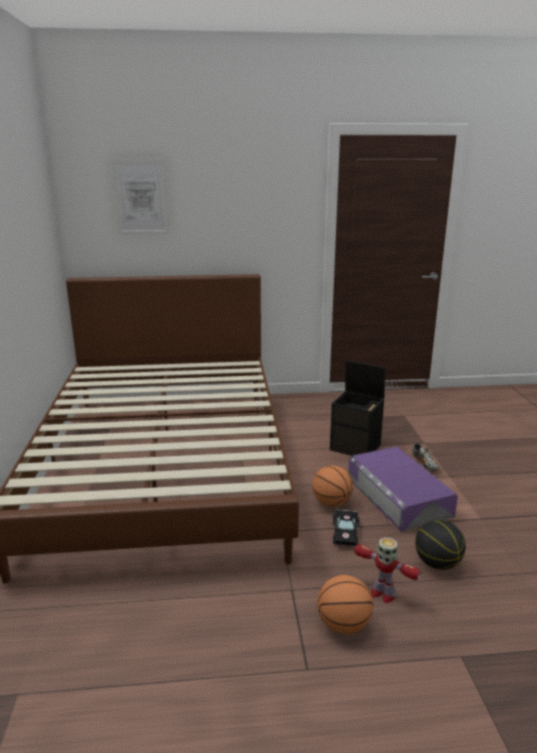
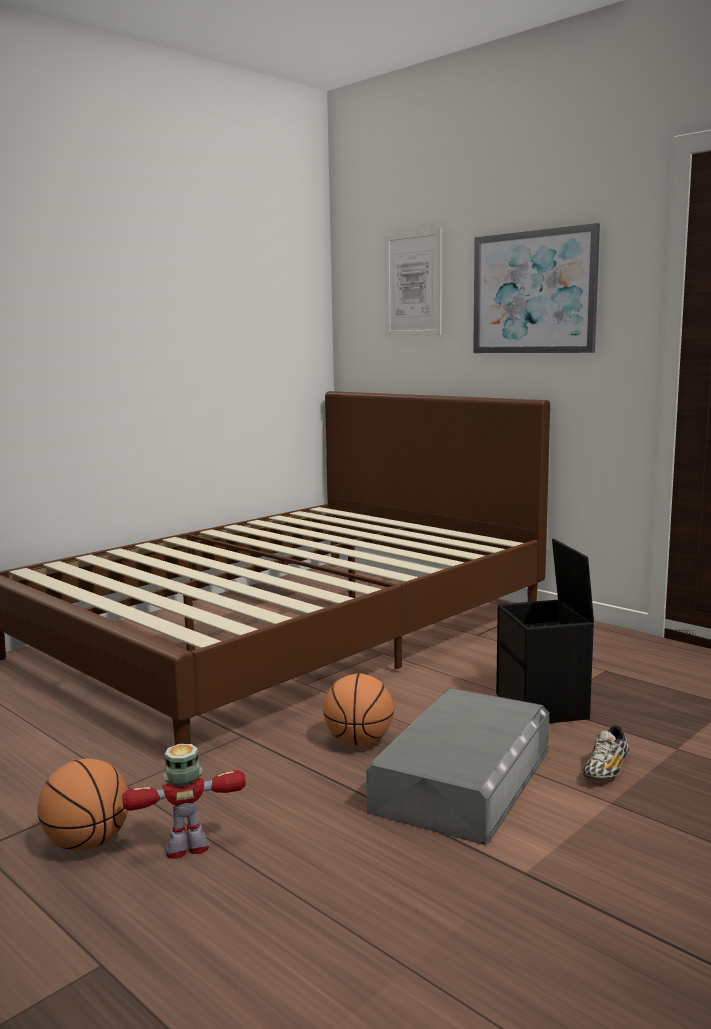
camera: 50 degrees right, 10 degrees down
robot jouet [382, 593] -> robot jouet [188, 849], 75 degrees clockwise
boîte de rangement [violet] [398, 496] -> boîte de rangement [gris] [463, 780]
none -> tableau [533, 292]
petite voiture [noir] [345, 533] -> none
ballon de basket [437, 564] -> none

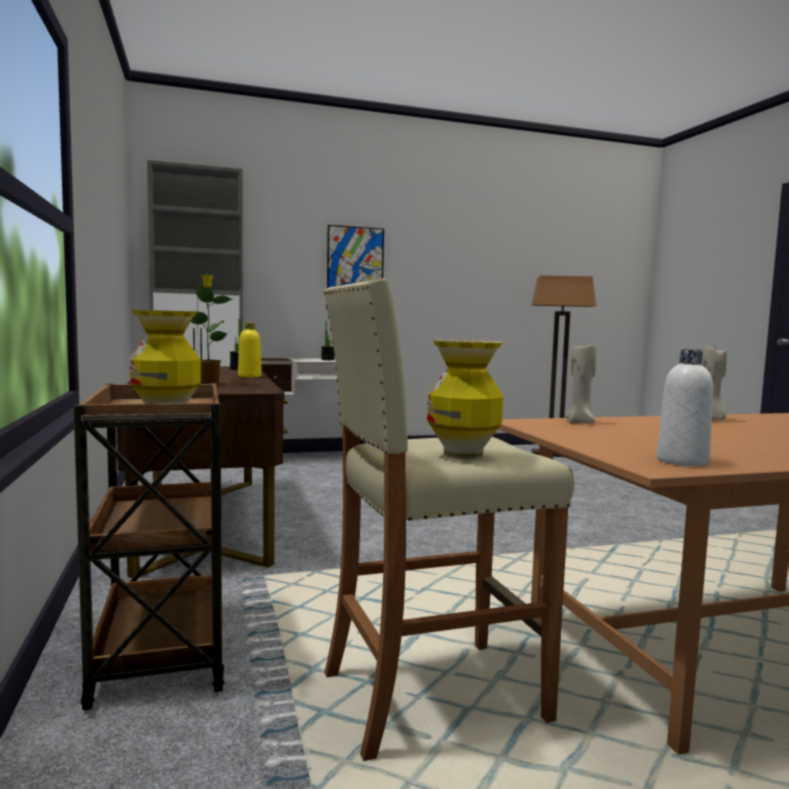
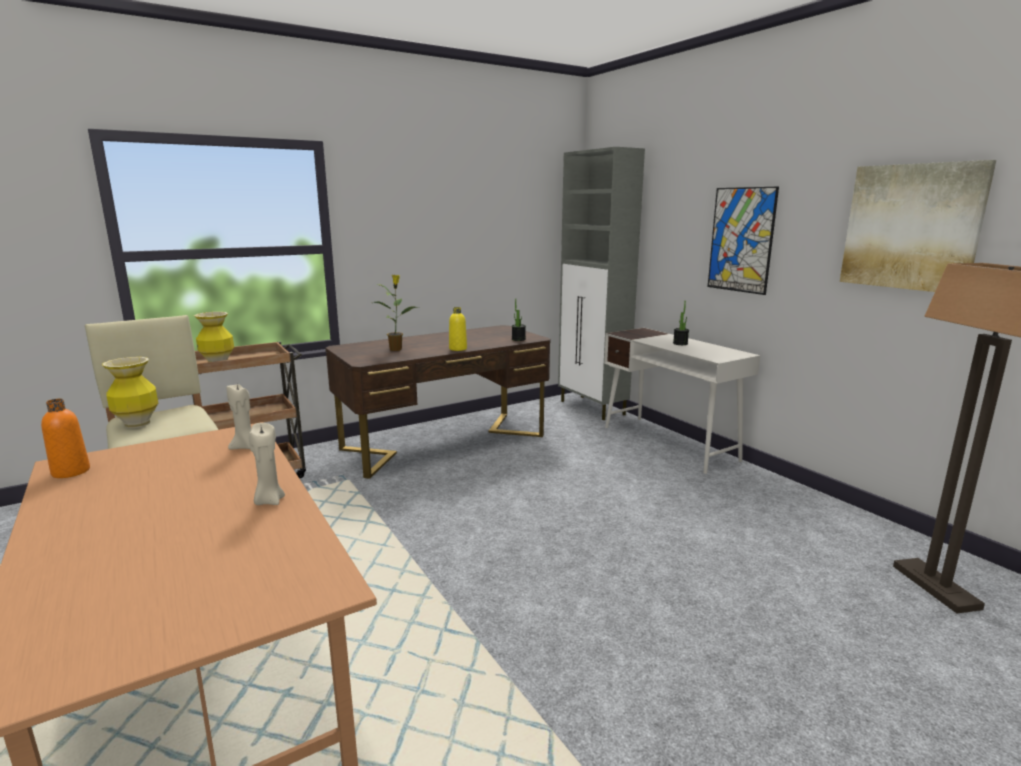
camera: 75 degrees right, 10 degrees up
bouteille [blanc] [682, 461] -> bouteille [orange] [71, 472]
none -> tableau [911, 227]

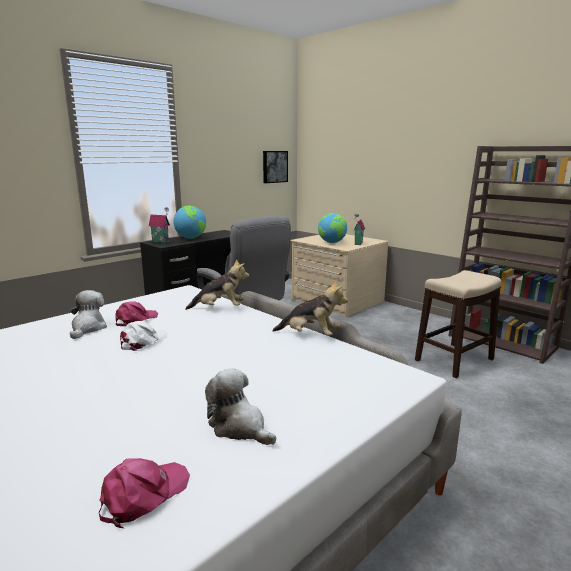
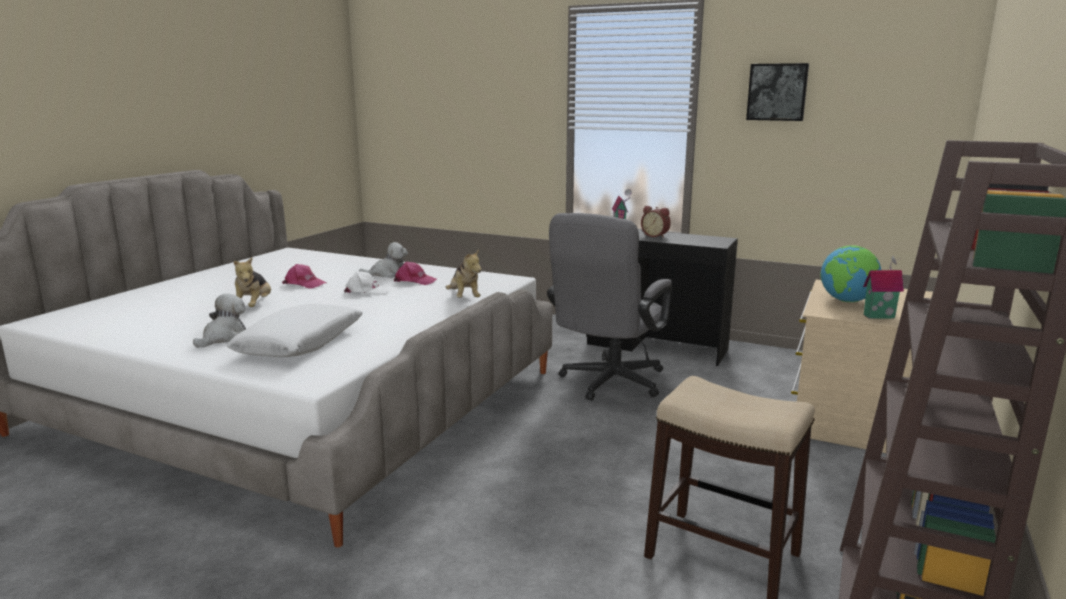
camera: 70 degrees right, 0 degrees up
none -> coussin [blanc] [300, 343]
peluche [310, 335] -> peluche [254, 306], move
casquette [rose] [143, 495] -> casquette [rose] [304, 284], move
globe [191, 238] -> réveil [655, 235]
tableau [274, 166] -> tableau [777, 92], move

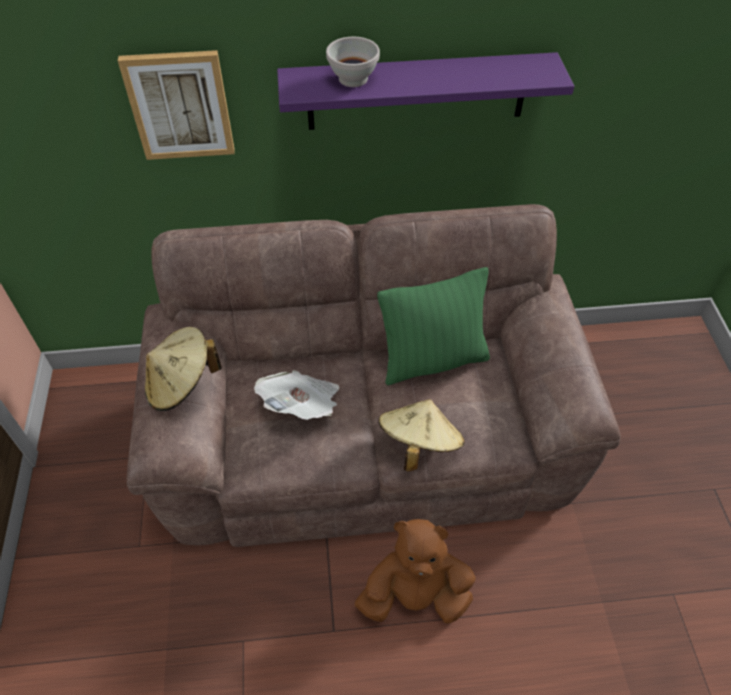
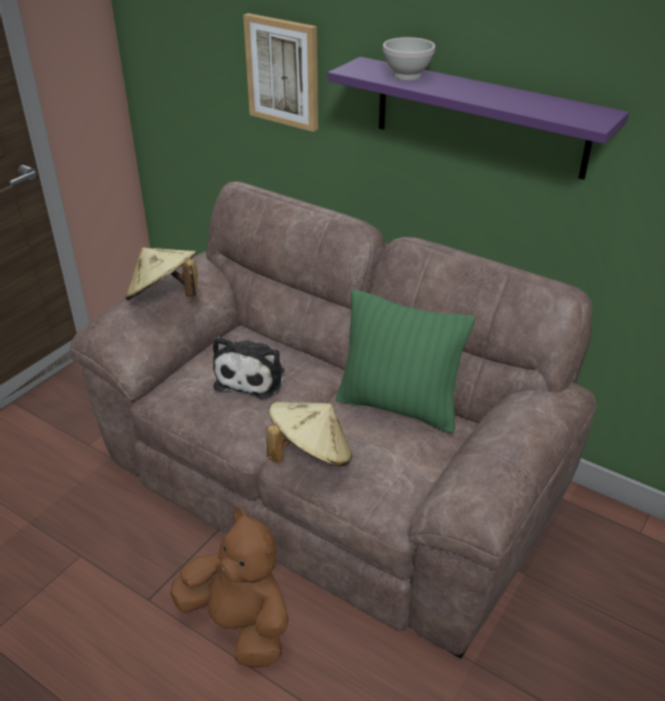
camera: 40 degrees right, 15 degrees down
journal [302, 406] -> peluche [252, 377]

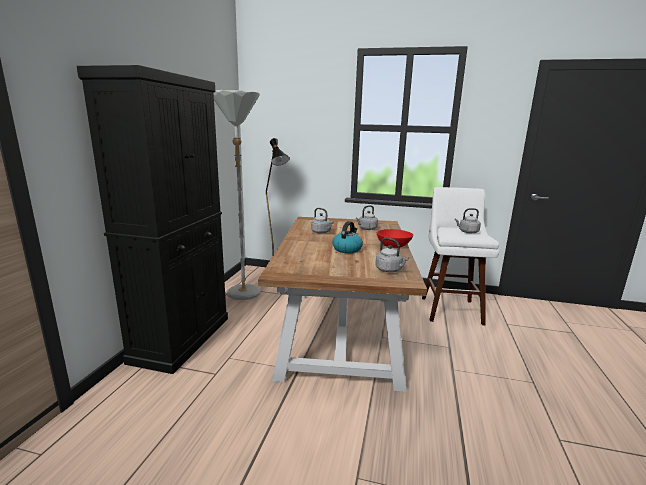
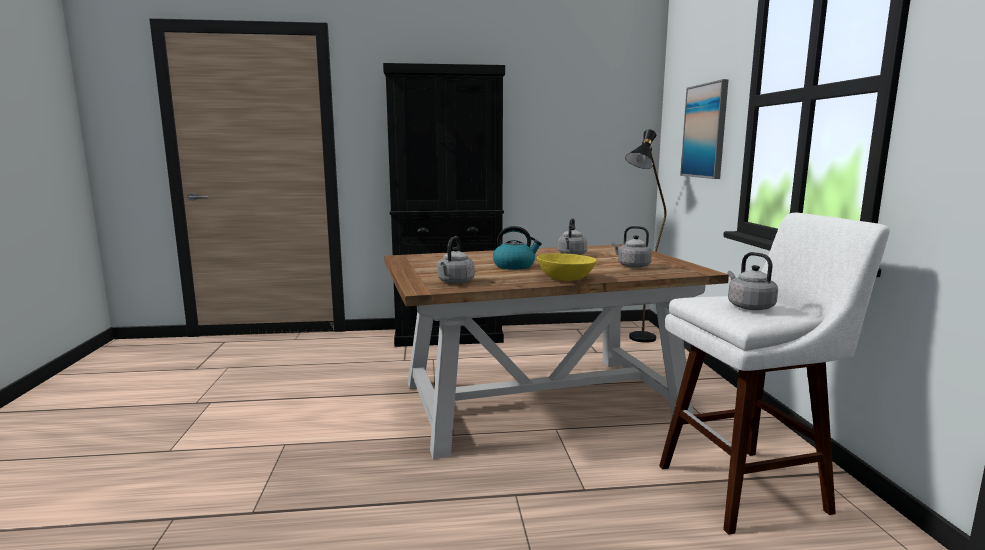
camera: 70 degrees right, 5 degrees down
bol [rouge] [394, 246] -> bol [jaune] [565, 279]
none -> tableau [705, 131]
lampadaire [gris] [243, 296] -> none

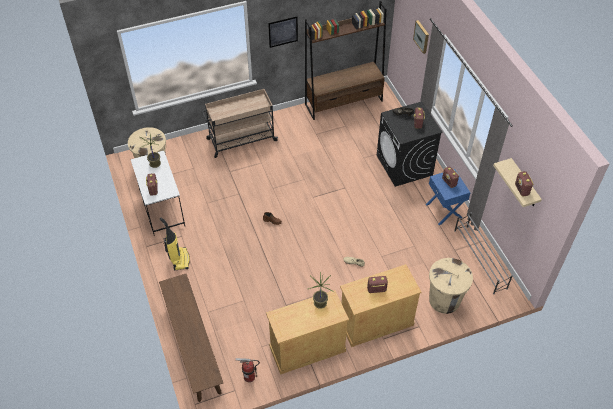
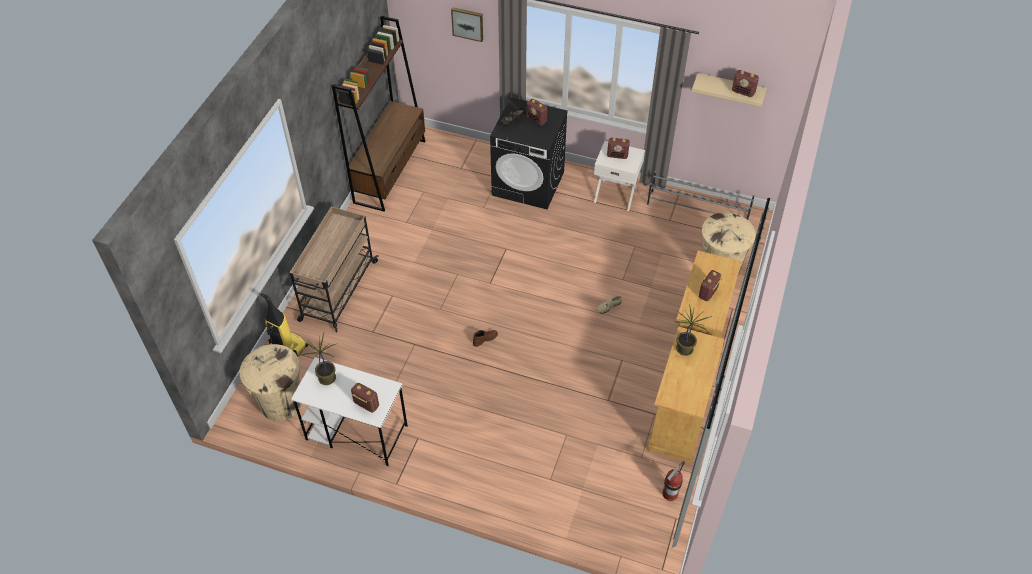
camera: 50 degrees left, 0 degrees up
aspirateur [179, 259] -> aspirateur [288, 345], move
table de chevet [bleu] [444, 210] -> table de chevet [blanc] [616, 194]
banc [marron] [193, 346] -> none
tableau [283, 32] -> none

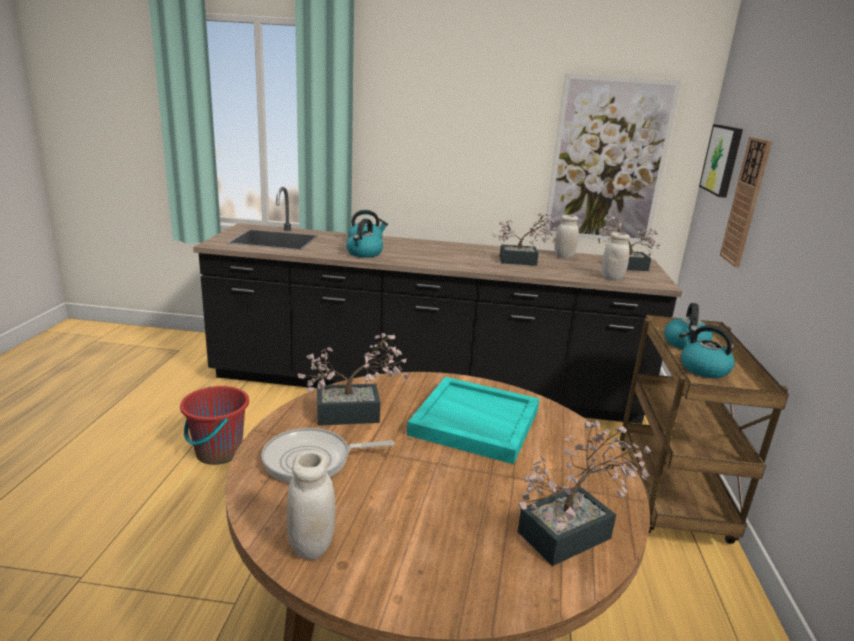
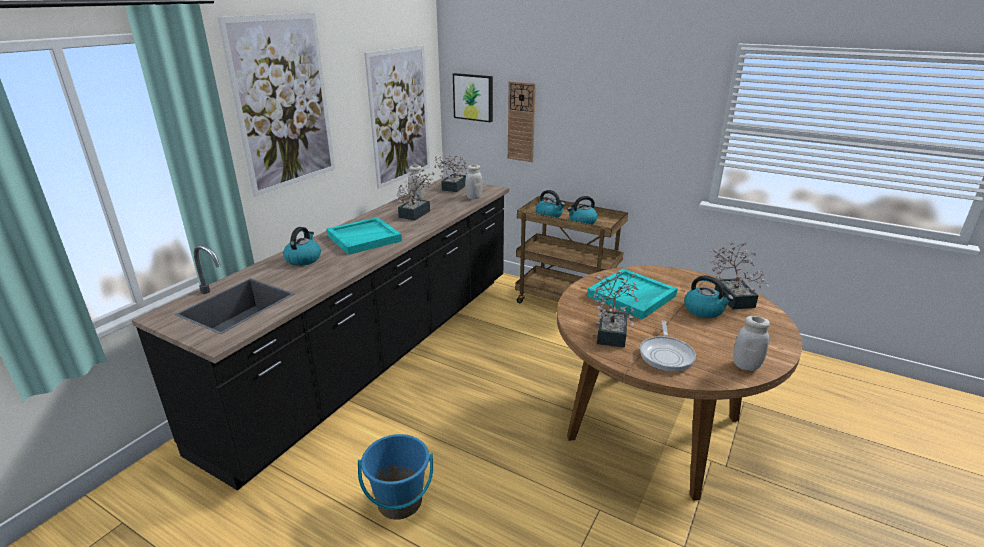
camera: 65 degrees left, 5 degrees up
none -> tableau [283, 103]
none -> plateau [turquoise] [364, 238]
seau [rouge] [218, 452] -> seau [bleu] [399, 502]
bouilloire [364, 253] -> bouilloire [704, 310], move

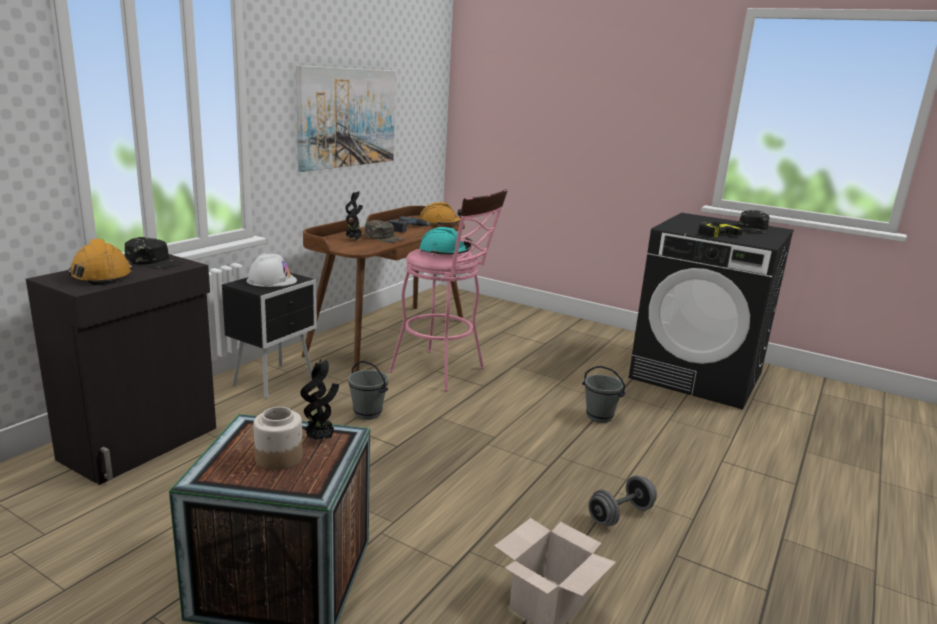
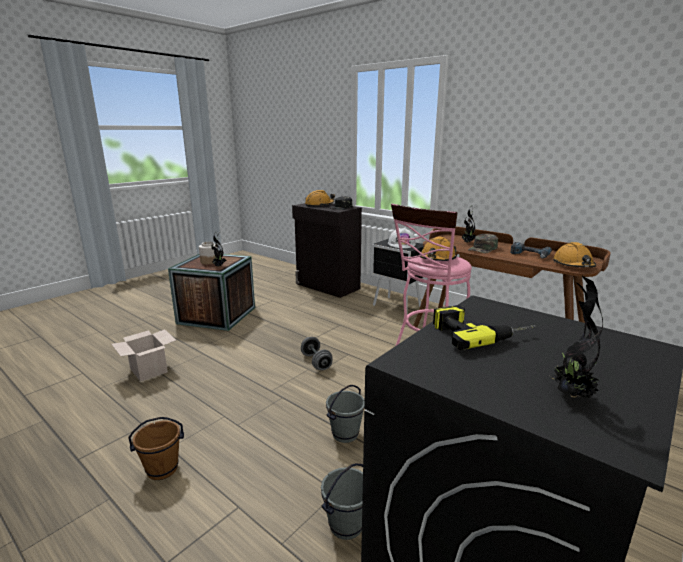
camera: 100 degrees right, 0 degrees up
none -> seau [marron] [162, 470]
haltère [gris] [620, 515] -> haltère [gris] [316, 362], move
seau [gris] [368, 413] -> seau [gris] [346, 525], move
casque de chantier [turquoise] [444, 252] -> casque de chantier [orange] [437, 259]
casquette [noir] [753, 229] -> plante en pot [570, 395]
tableau [347, 117] -> none

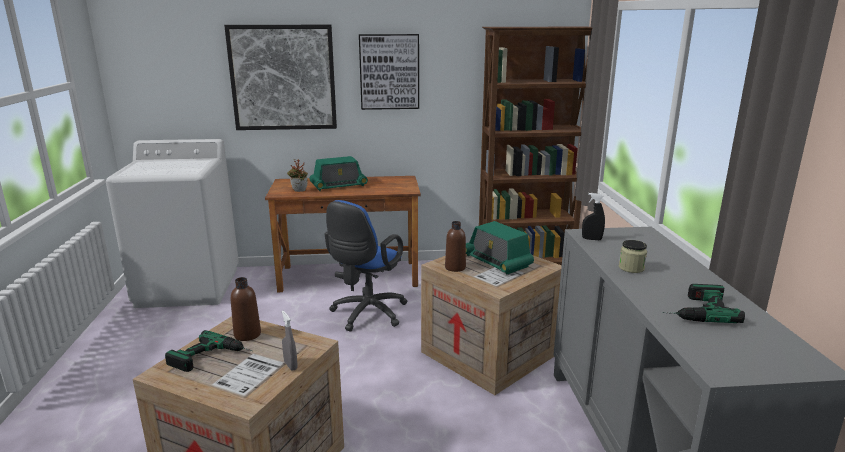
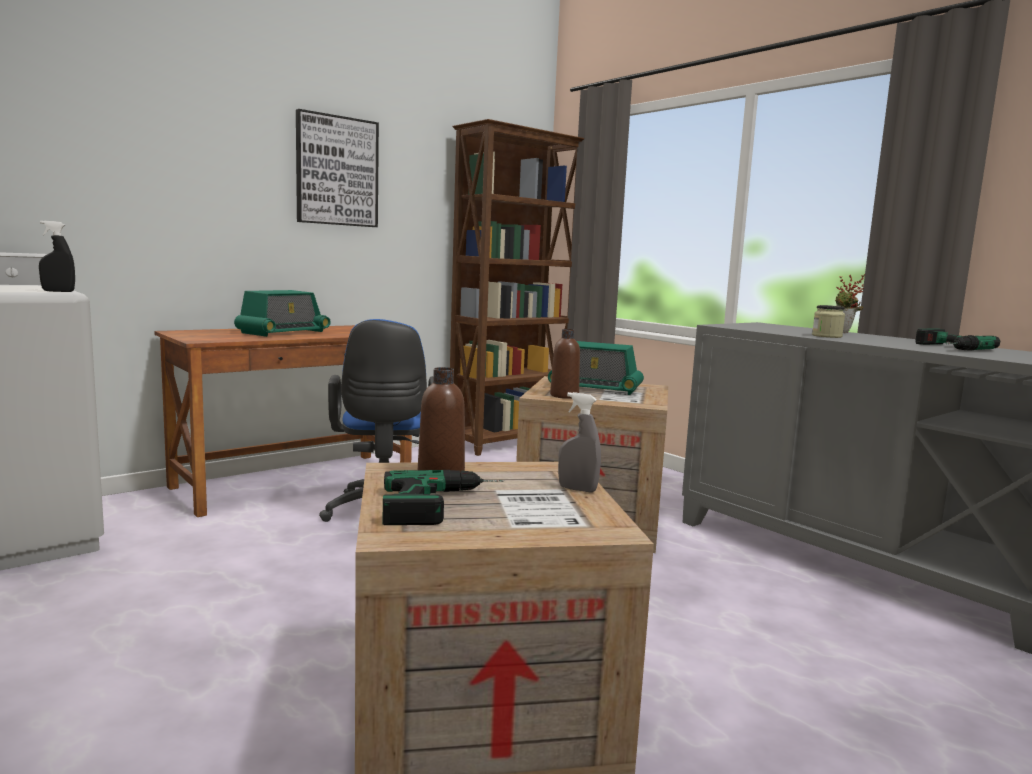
camera: 35 degrees left, 10 degrees down
vaporisateur [noir] [591, 239] -> vaporisateur [noir] [58, 291], move
plante en pot [299, 191] -> plante en pot [844, 333], move
tableau [283, 78] -> none

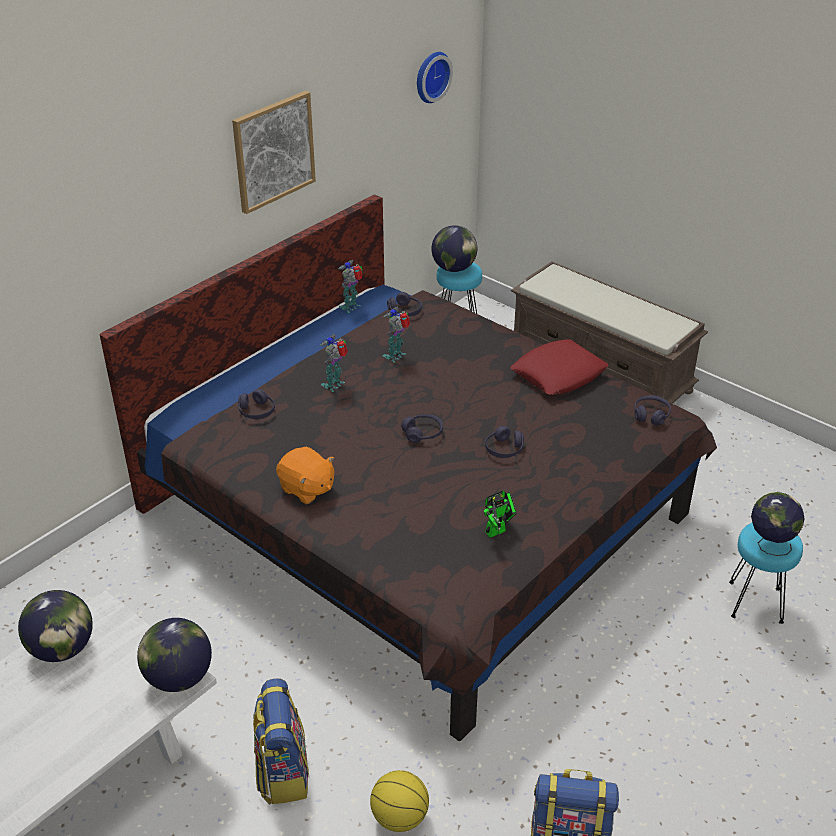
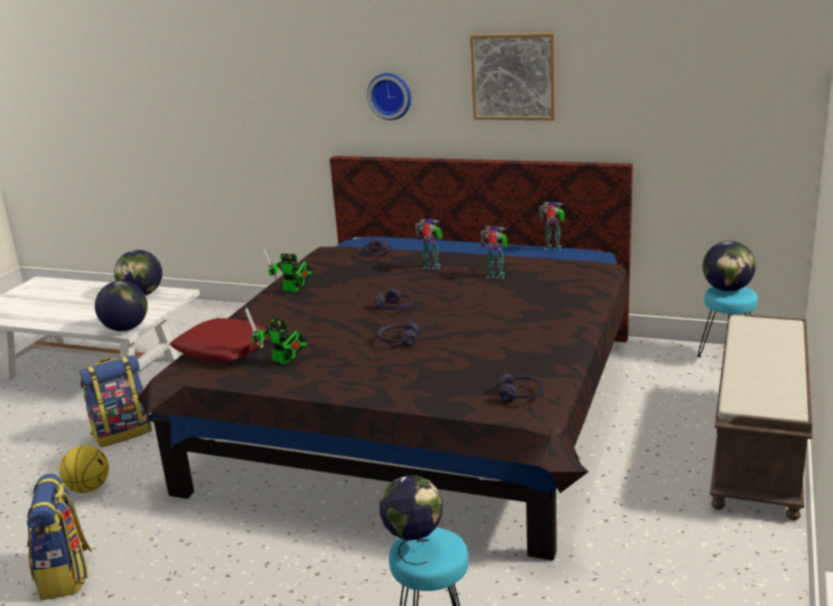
camera: 70 degrees right, 15 degrees down
coussin [rouge] [558, 374] -> coussin [rouge] [224, 348], move
peluche [orange] [307, 489] -> robot jouet [293, 290]
horloge murale [430, 76] -> horloge murale [390, 95], move
casque audio [violet] [405, 311] -> none

